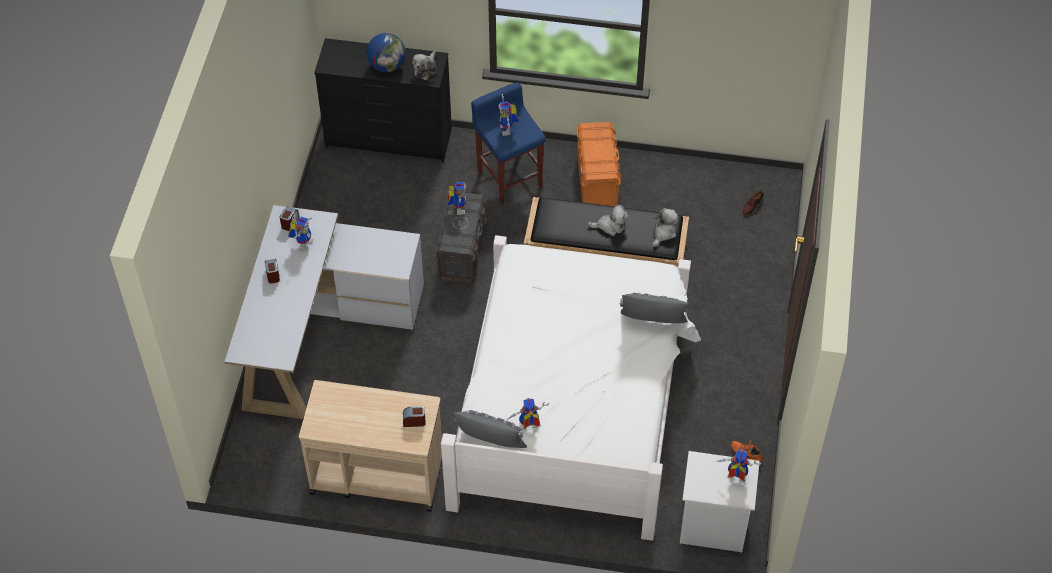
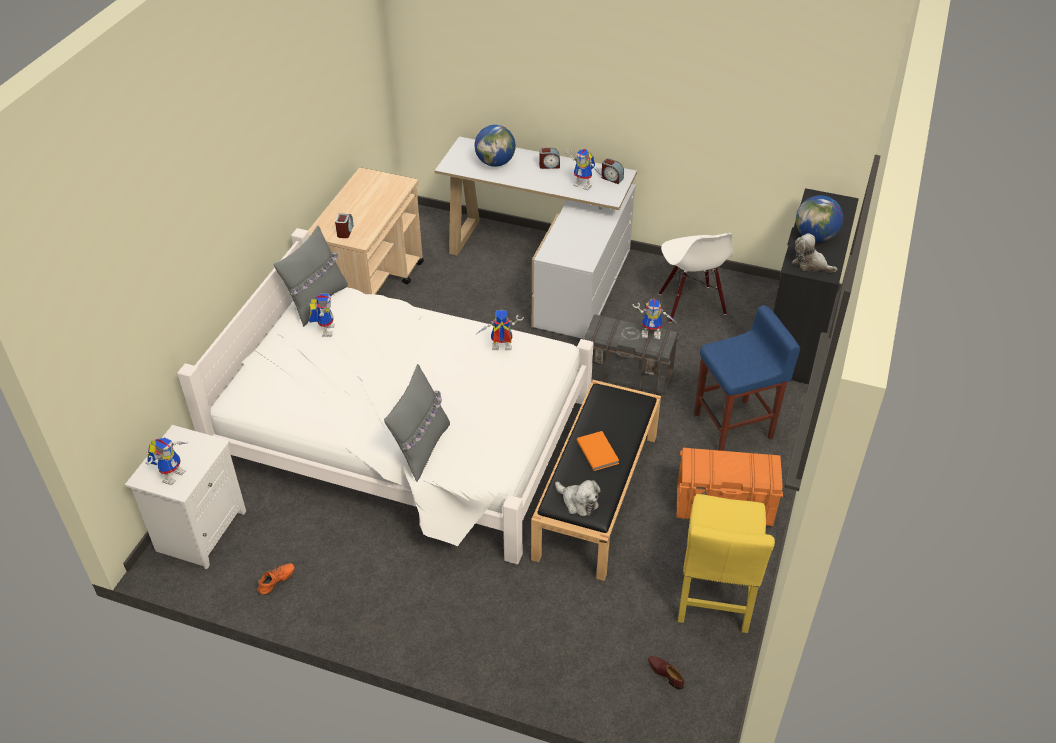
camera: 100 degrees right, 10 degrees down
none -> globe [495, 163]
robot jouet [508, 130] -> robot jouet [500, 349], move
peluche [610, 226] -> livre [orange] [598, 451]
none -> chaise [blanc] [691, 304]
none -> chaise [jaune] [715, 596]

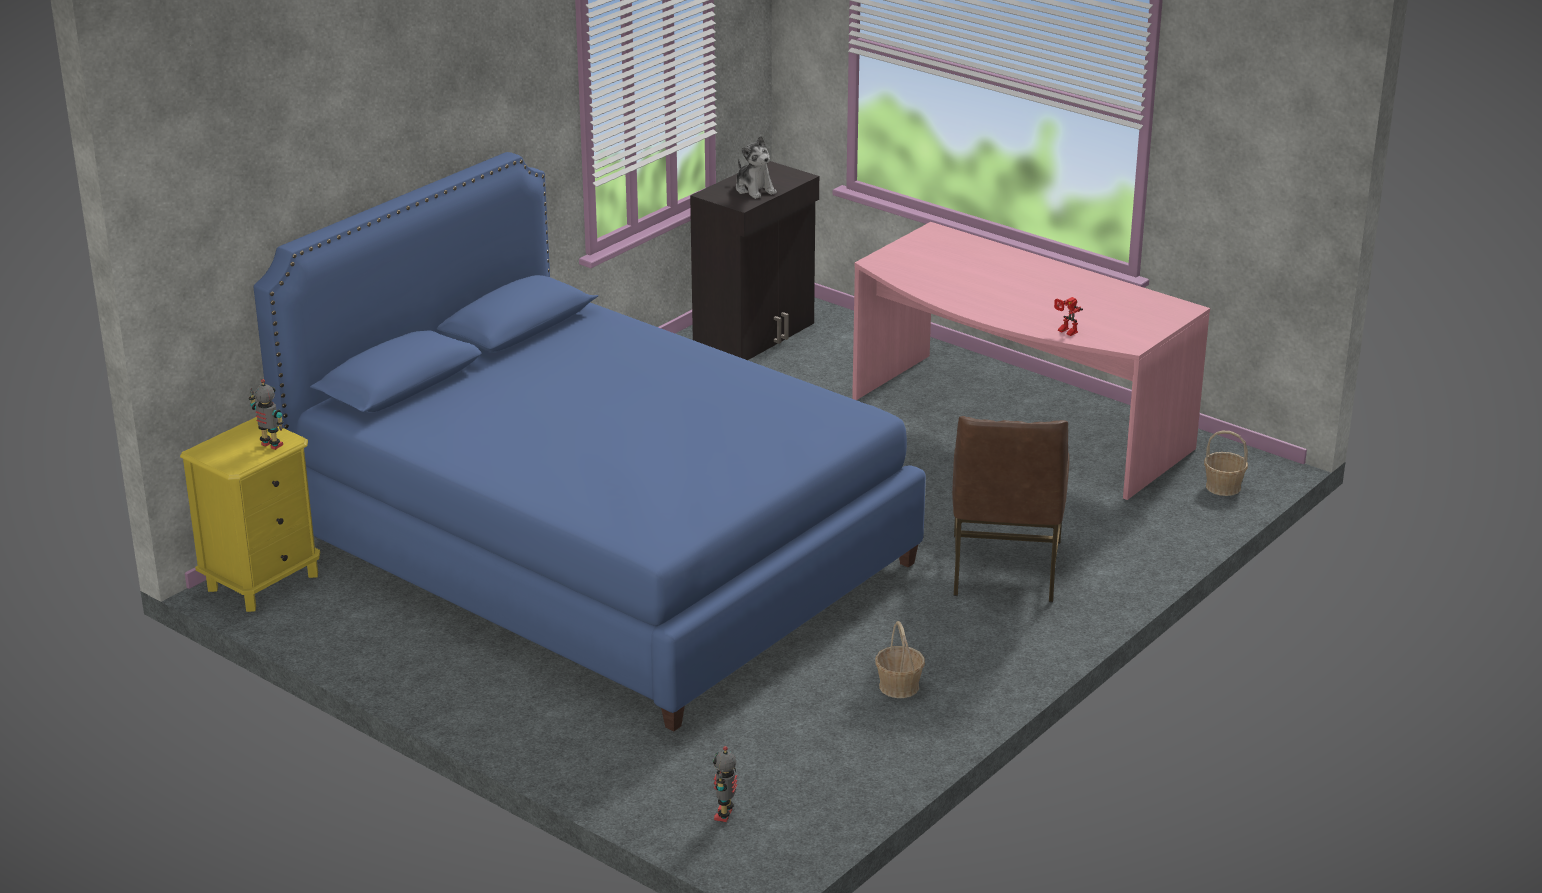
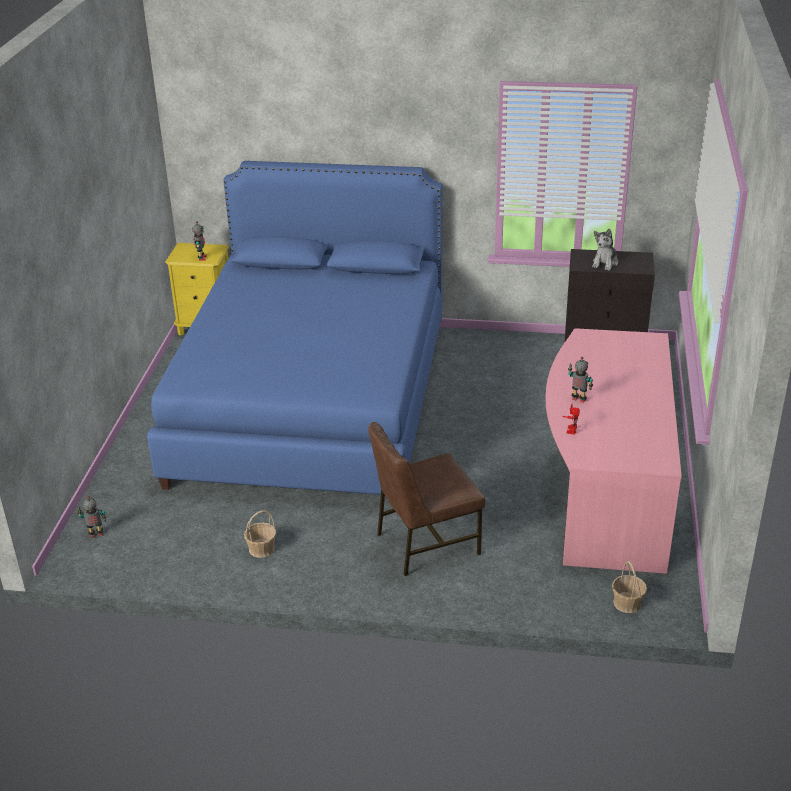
camera: 60 degrees right, 5 degrees up
none -> robot jouet [578, 399]

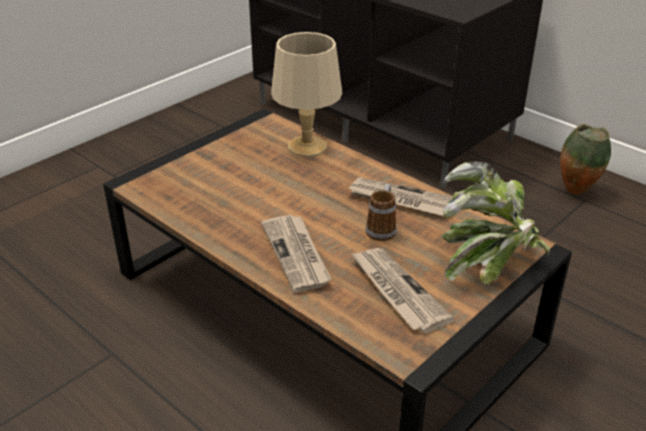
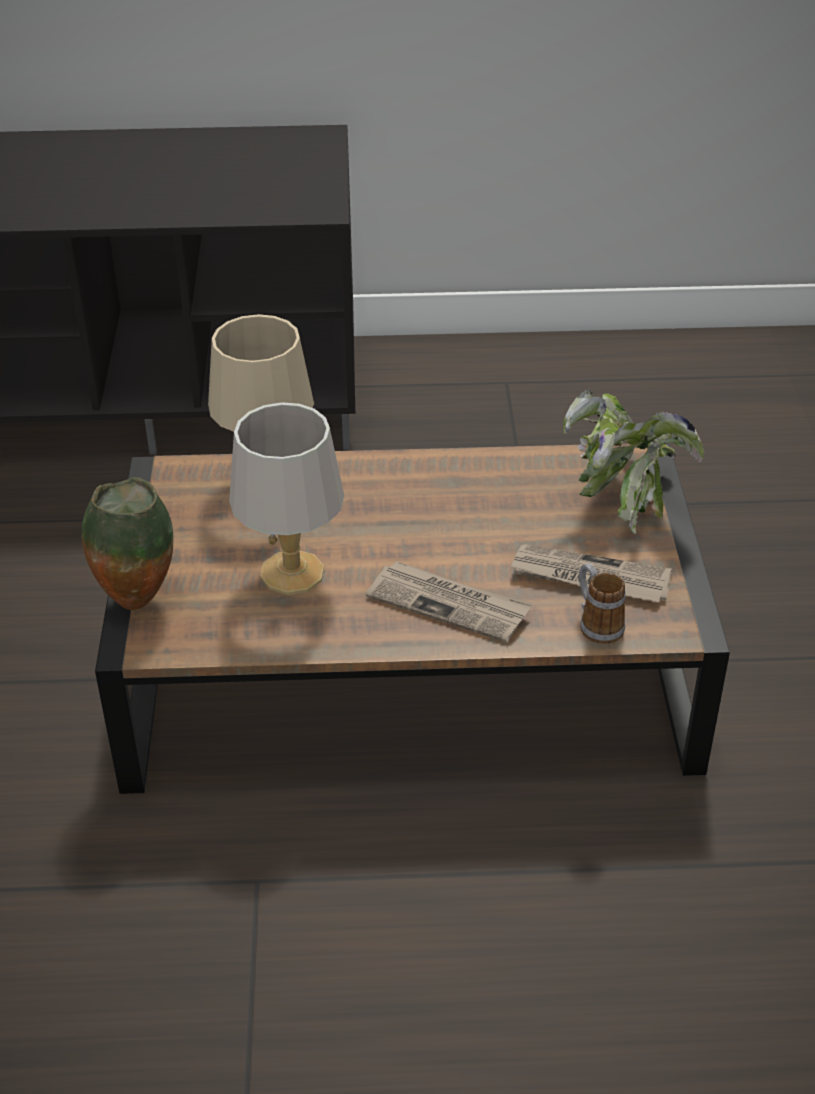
camera: 45 degrees left, 5 degrees up
vase [576, 191] -> vase [137, 600], move
none -> lampe de table [gris] [294, 572]
mug [382, 228] -> mug [596, 624], move
journal [402, 200] -> none

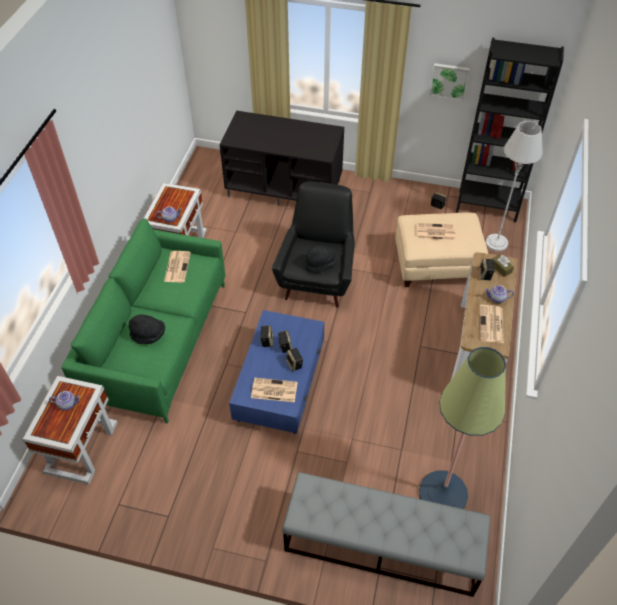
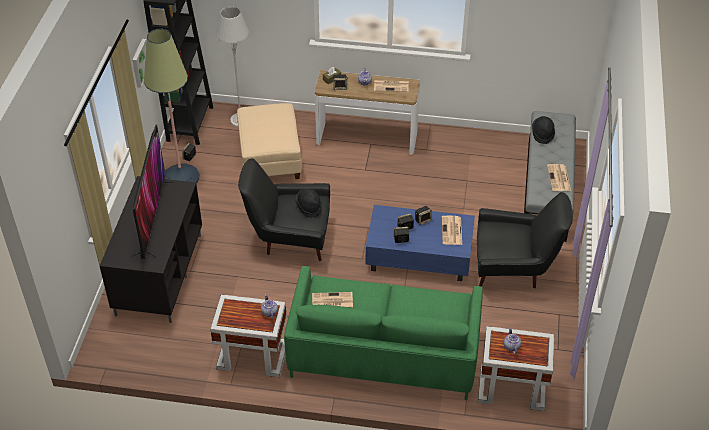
camera: 95 degrees left, 5 degrees down
none -> téléviseur [152, 218]
lampadaire [443, 494] -> lampadaire [181, 177], move
none -> fauteuil [noir] [514, 269]
chapeau [noir] [148, 335] -> chapeau [noir] [542, 134], move
journal [435, 232] -> journal [559, 178], move

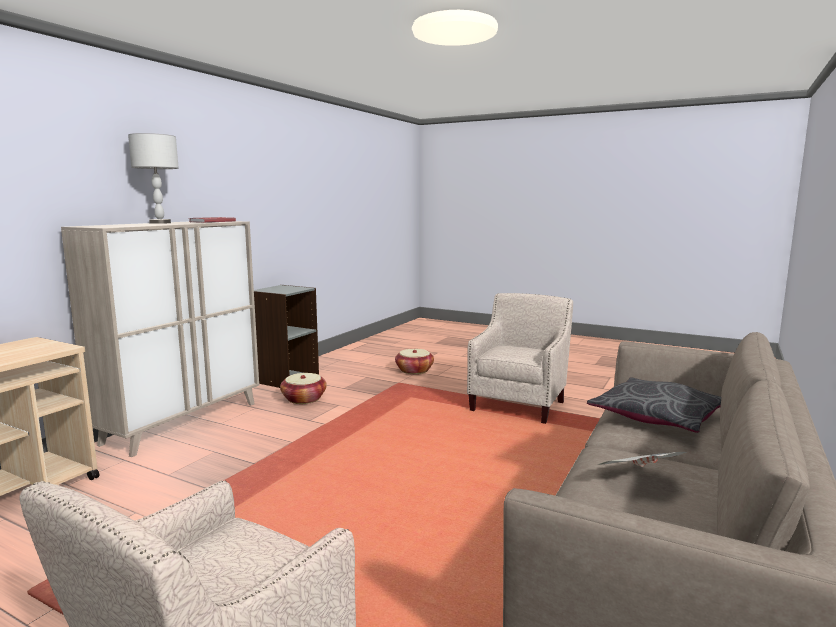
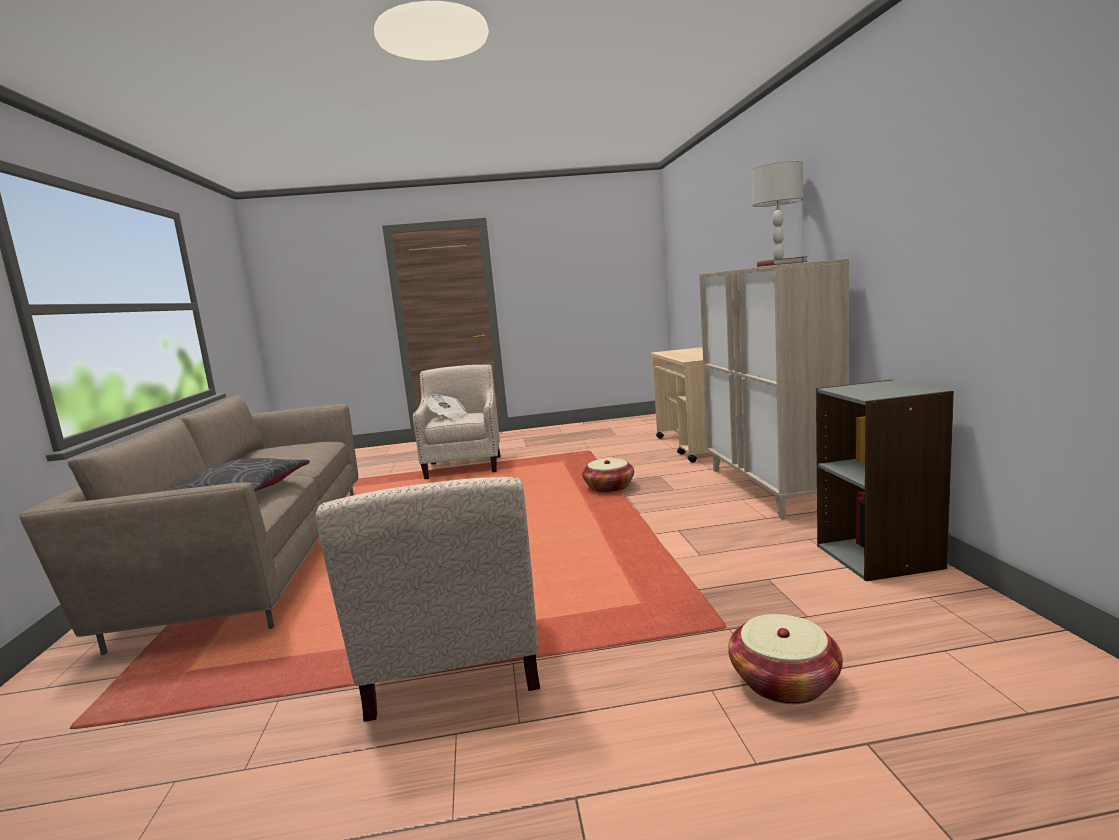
camera: 145 degrees right, 0 degrees up
journal [637, 479] -> journal [448, 417], move
panier [304, 399] -> panier [609, 488], move

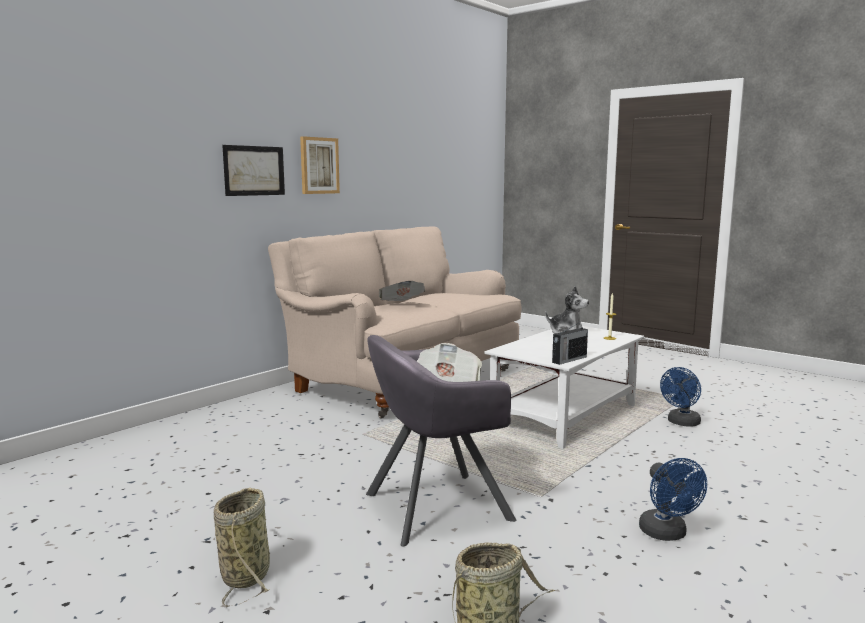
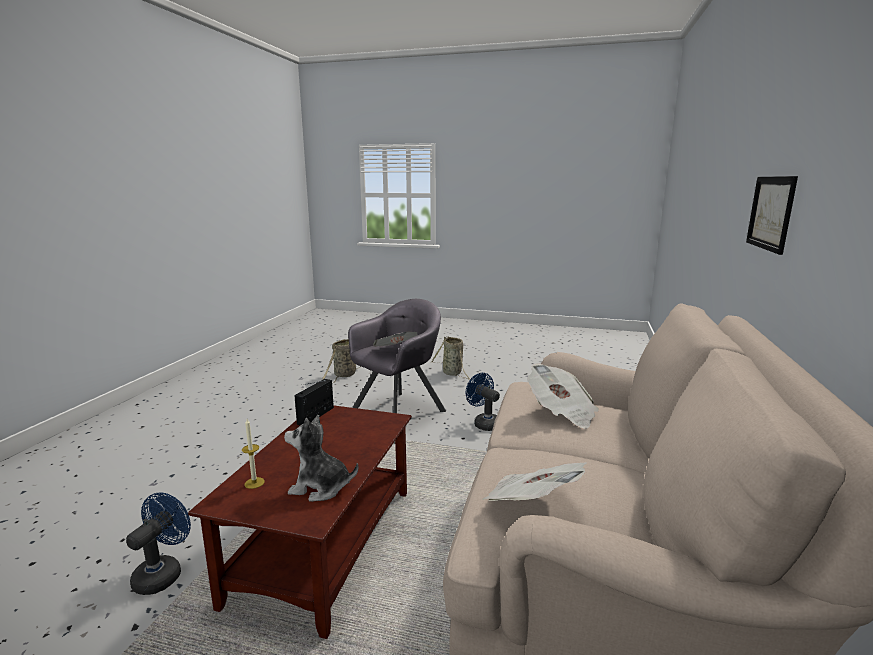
camera: 155 degrees right, 5 degrees up
table basse [blanc] [565, 416] -> table basse [marron] [325, 545]
ventilateur [bleu] [667, 534] -> ventilateur [bleu] [484, 423], move
none -> journal [531, 504]
tableau [319, 165] -> none

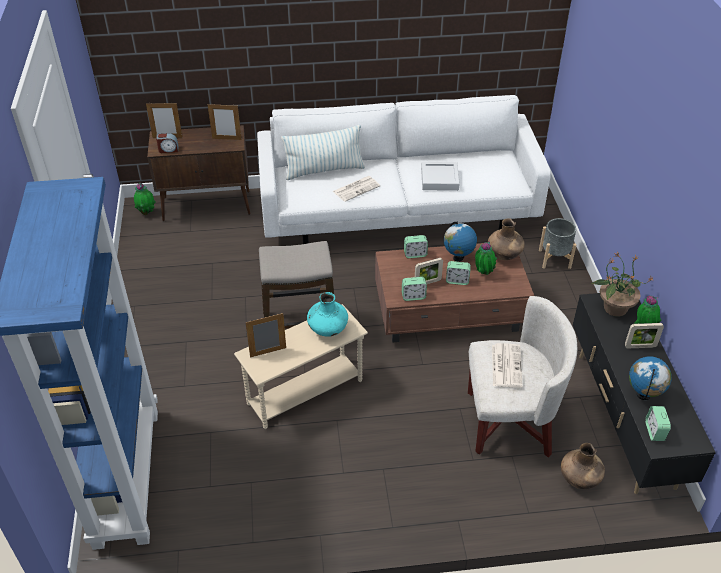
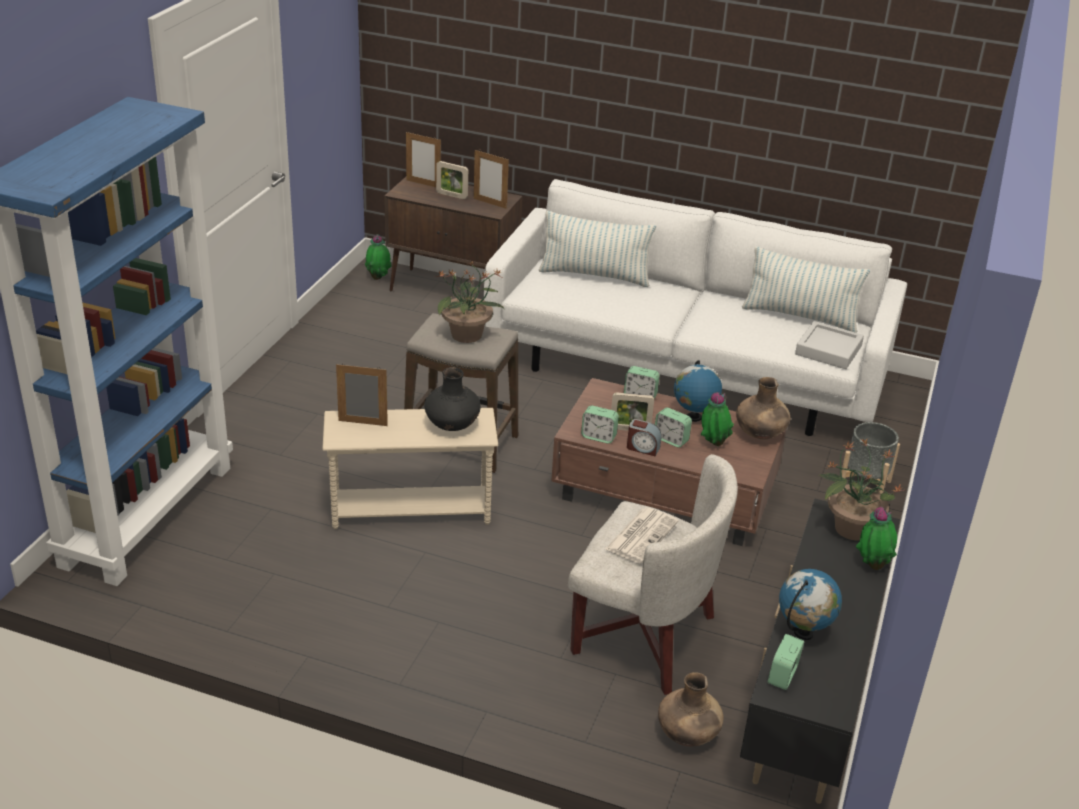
camera: 25 degrees right, 10 degrees down
vase [turquoise] [327, 329] -> vase [noir] [452, 425]
cadre photo [640, 346] -> cadre photo [452, 195], move
none -> plante en pot [467, 335]
réveil [168, 149] -> réveil [642, 448], move
none -> coussin [800, 317]
plateau [gris] [439, 179] -> plateau [gris] [828, 350], move
journal [356, 188] -> none

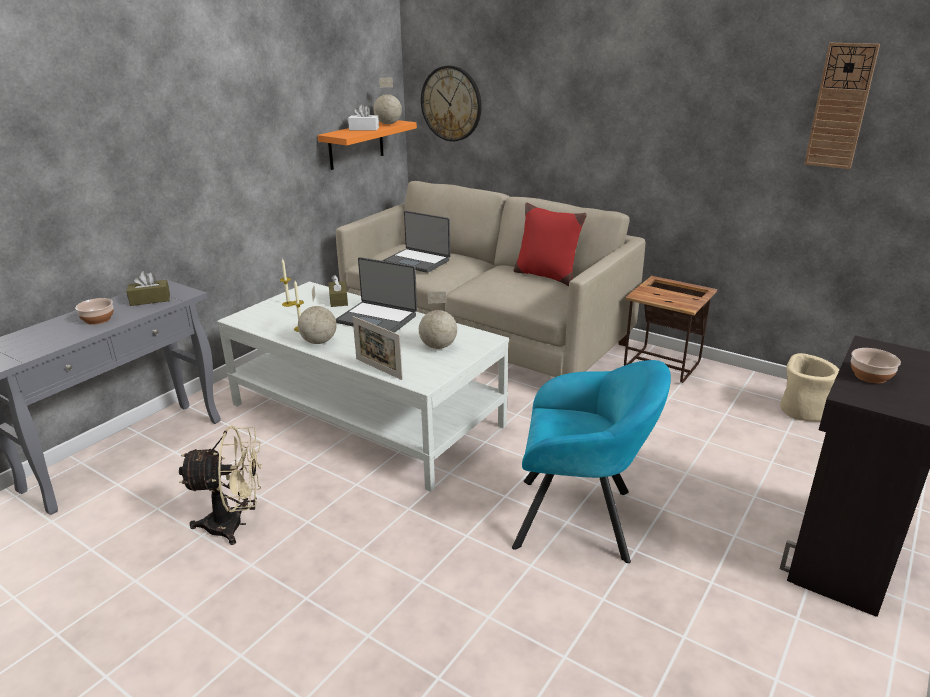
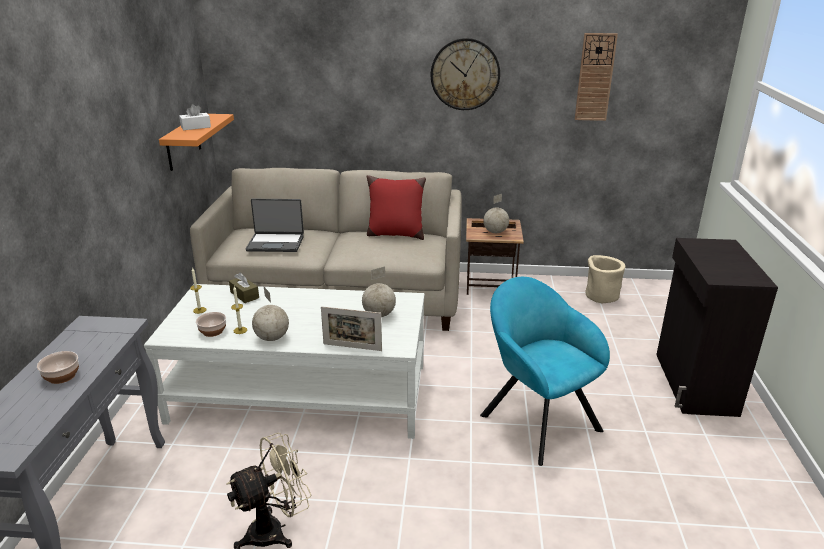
camera: 30 degrees left, 0 degrees up
bol [869, 376] -> bol [212, 331], move
horloge murale [451, 103] -> horloge murale [465, 74], move
fauteuil [turquoise] [581, 519] -> fauteuil [turquoise] [536, 419], 105 degrees counterclockwise
globe [388, 124] -> globe [495, 232], move
boîte à mouchoirs [marron] [150, 300] -> none
ordinateur portable [378, 318] -> none

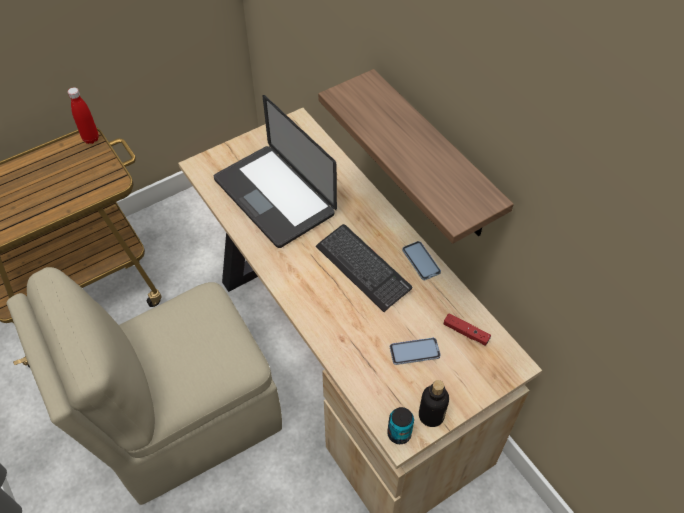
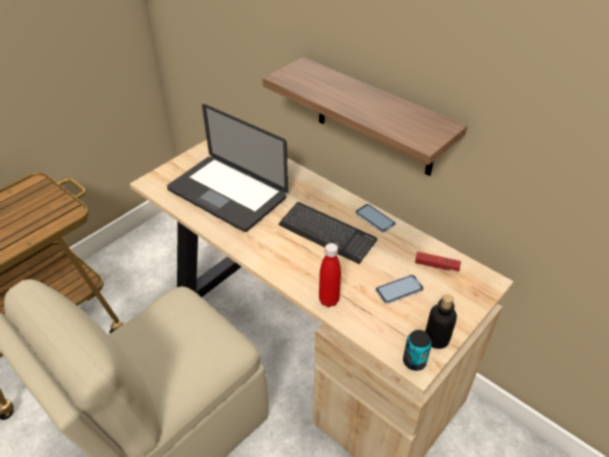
camera: 15 degrees left, 10 degrees down
bouteille [rouge] [91, 139] -> bouteille [rouge] [329, 300], move

